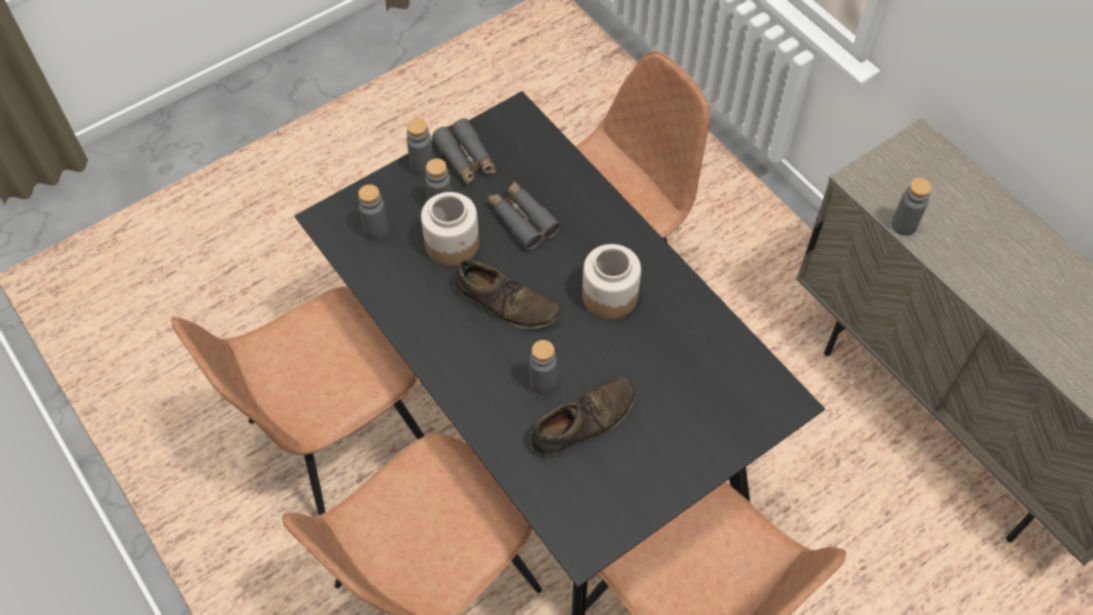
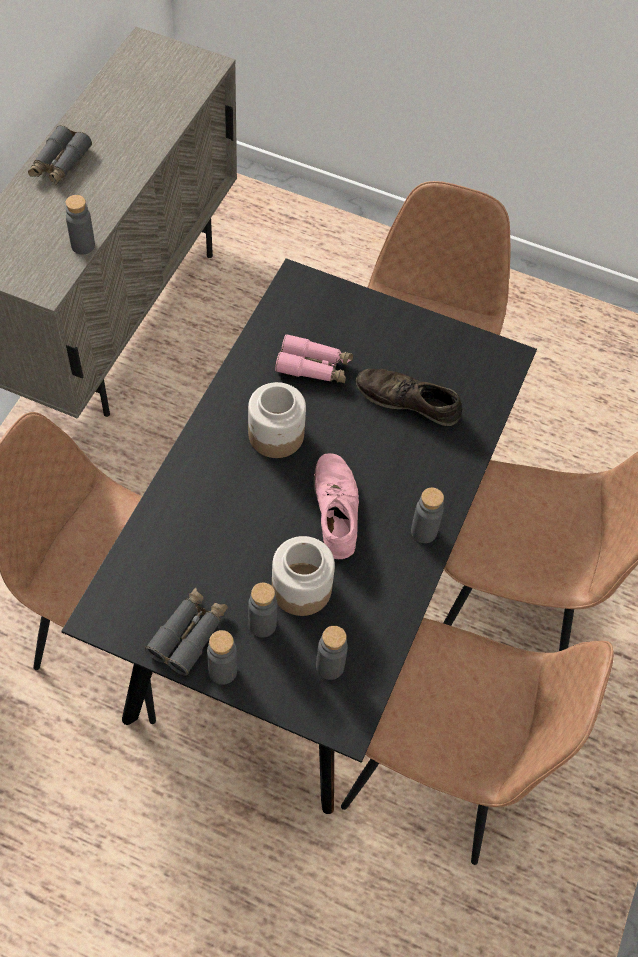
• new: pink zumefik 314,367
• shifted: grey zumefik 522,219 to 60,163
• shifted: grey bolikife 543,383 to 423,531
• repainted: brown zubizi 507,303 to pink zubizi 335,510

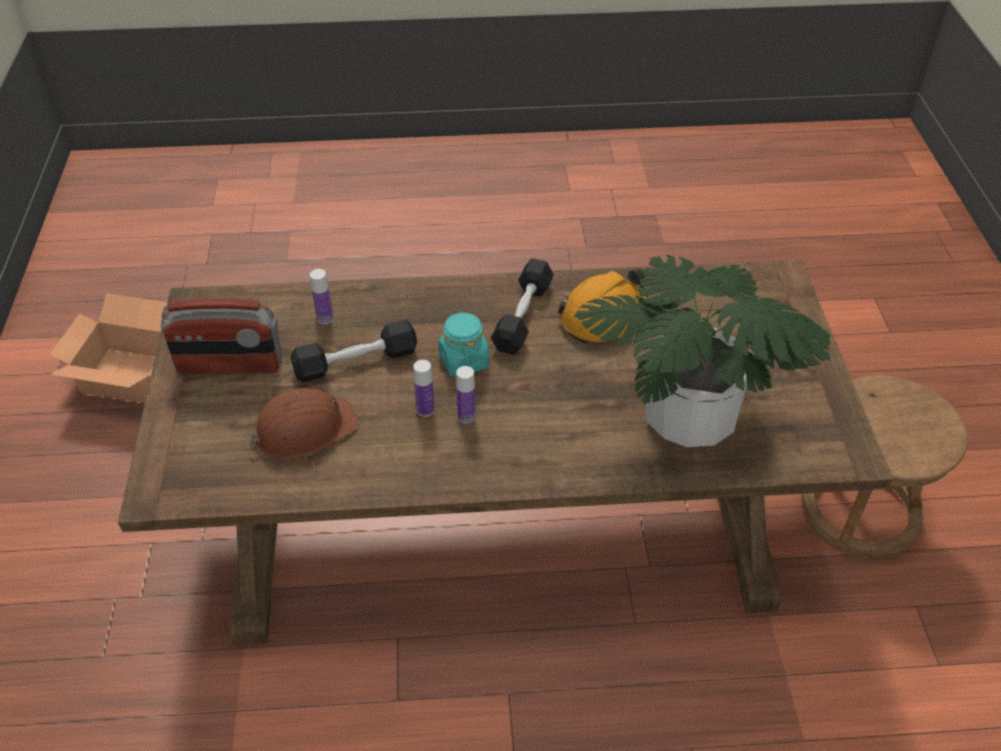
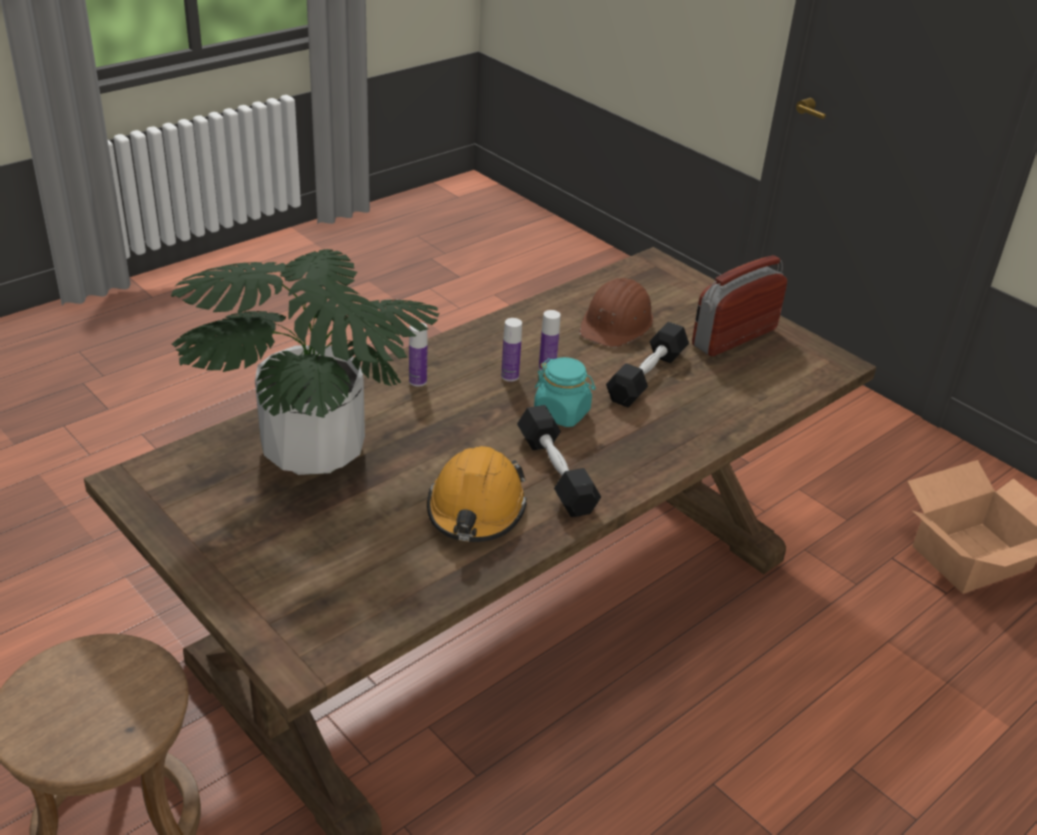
• shifted: bolikife 325,318 to 417,381

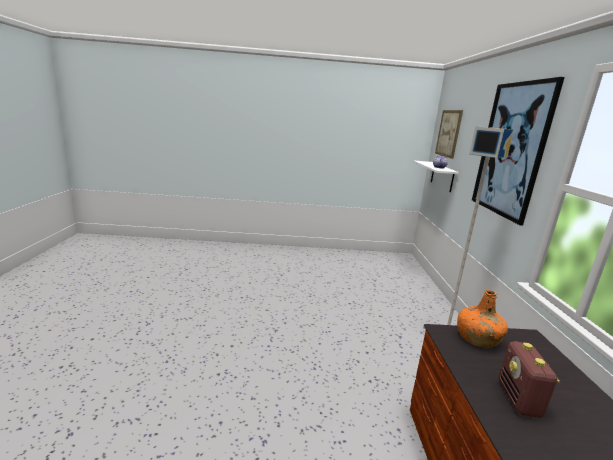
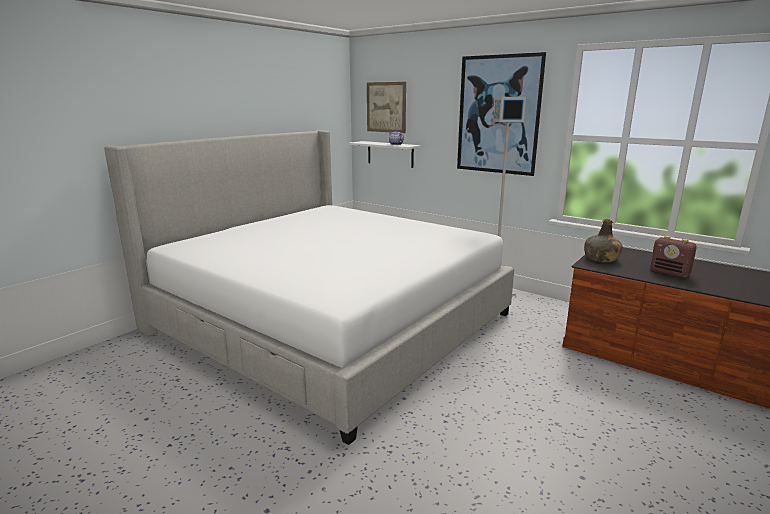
• new: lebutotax 330,322
• repainted: orange bolikife 477,338 to green bolikife 601,259

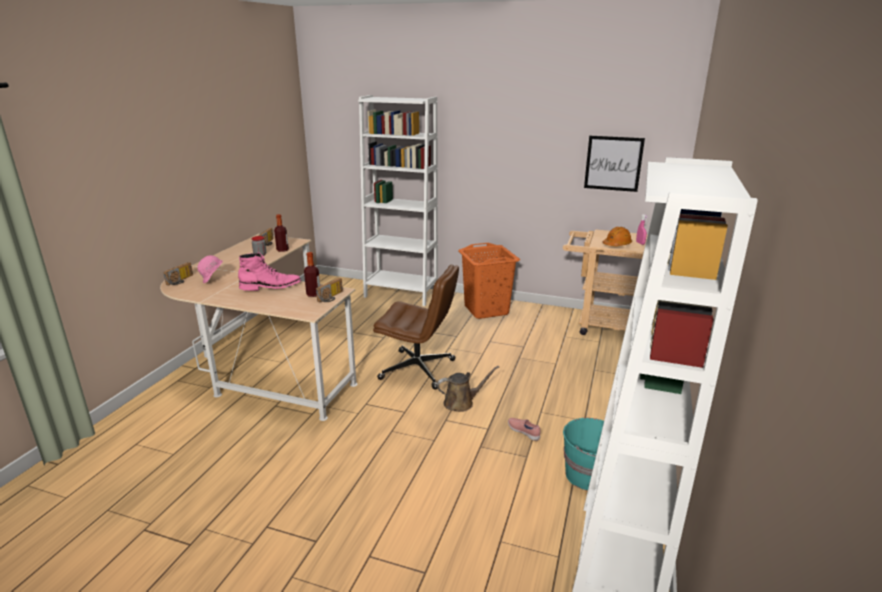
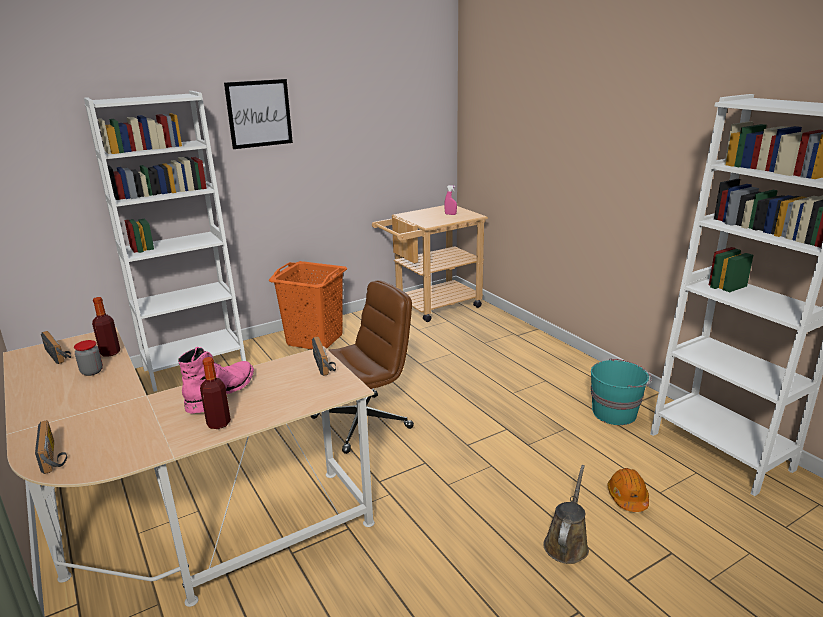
• gone: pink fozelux 213,281
• gone: pink zubizi 524,432
• shifted: bolikife 313,294 to 218,423
• shifted: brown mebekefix 461,403 to 567,543
• shifted: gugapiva 613,163 to 259,113
• shifted: orange fozelux 617,244 to 627,497

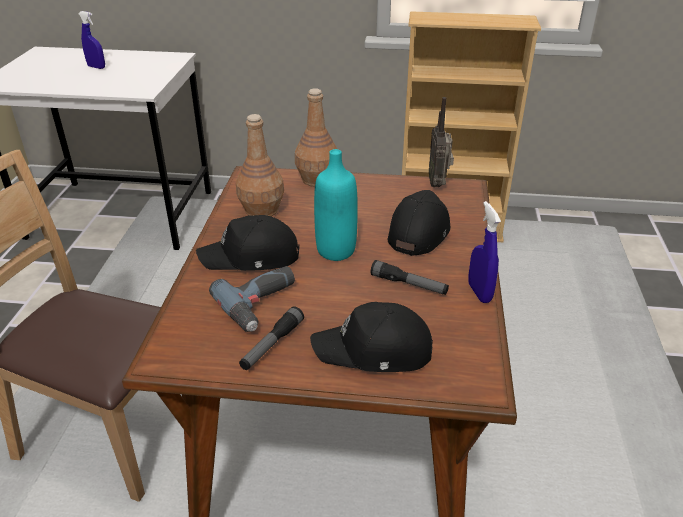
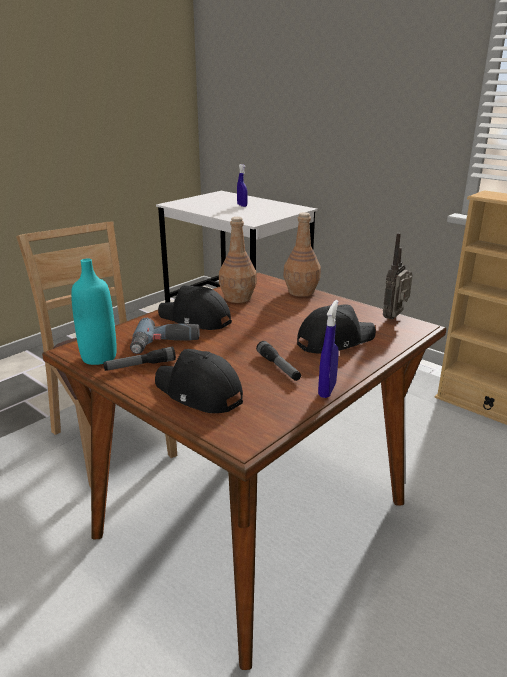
• shifted: turquoise bolikife 336,250 to 99,357

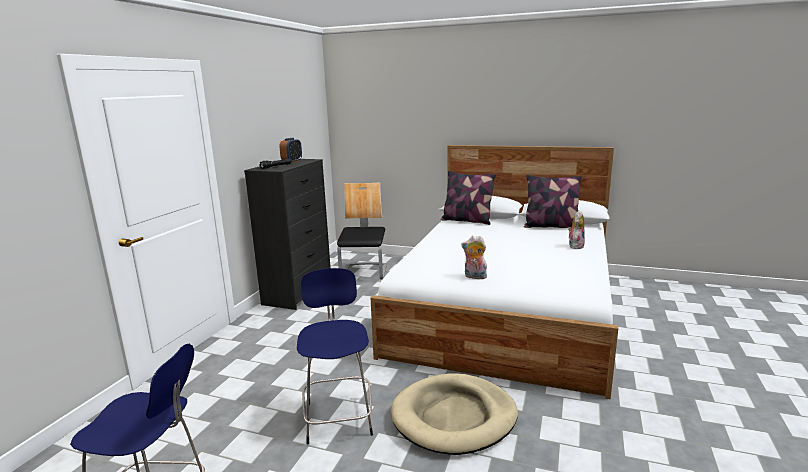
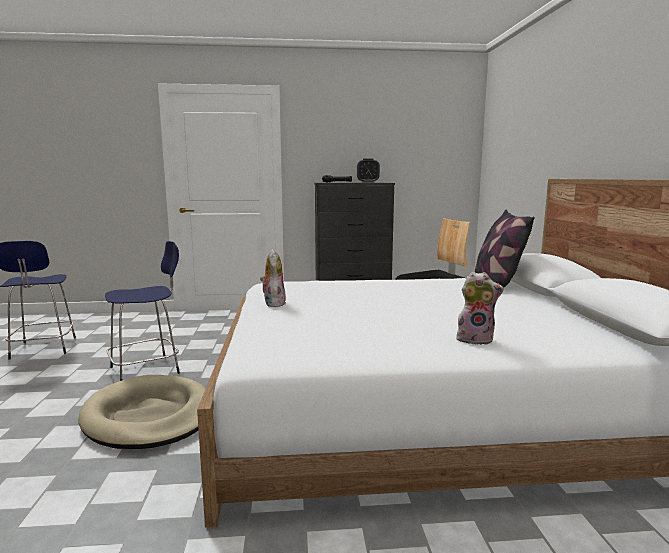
• gone: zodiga 551,226

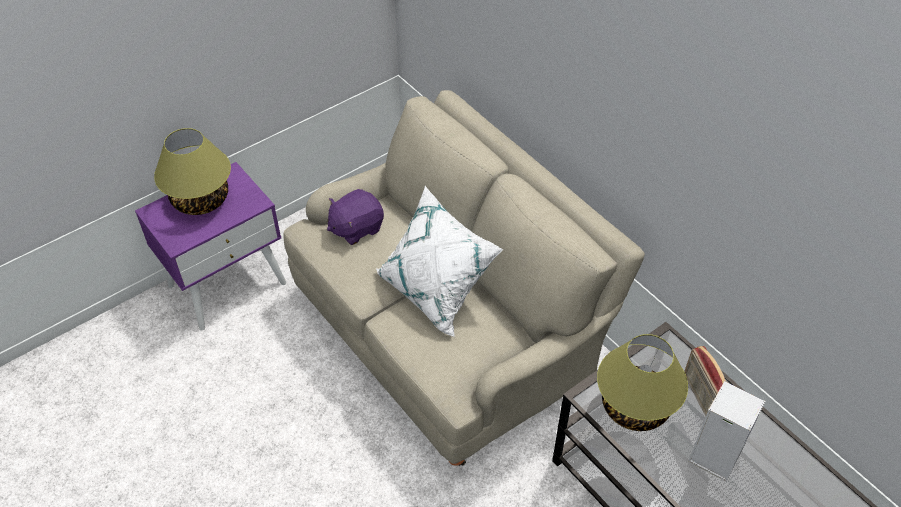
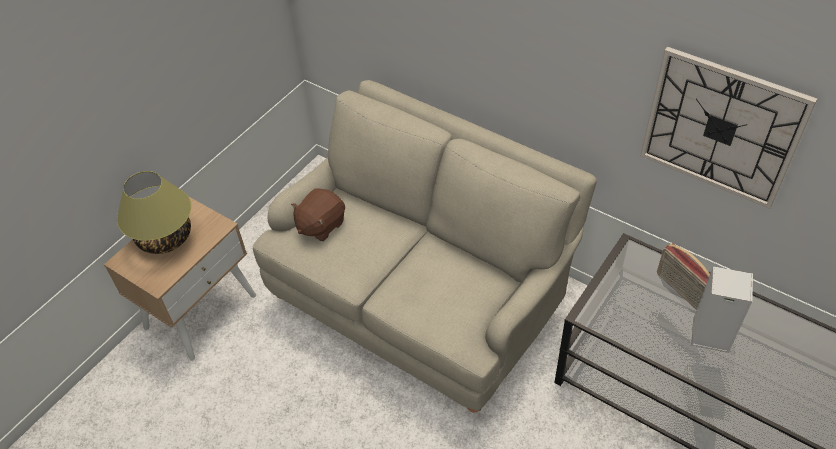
• gone: white zodiga 436,290
• gone: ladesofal 635,407
• new: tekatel 721,128
• repainted: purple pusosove 227,283 to beige pusosove 200,310
• repainted: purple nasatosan 356,228 to brown nasatosan 320,225

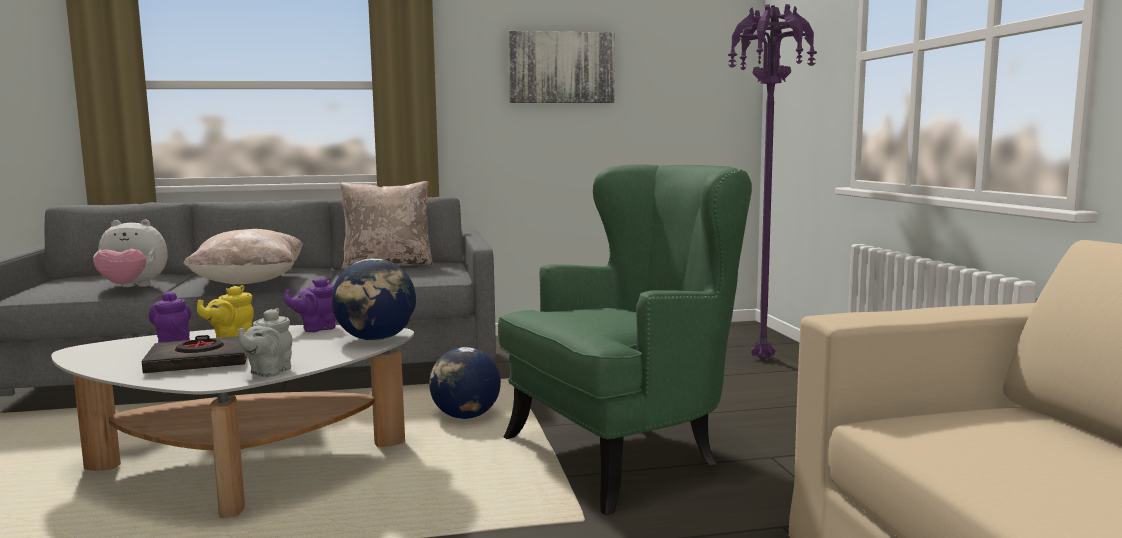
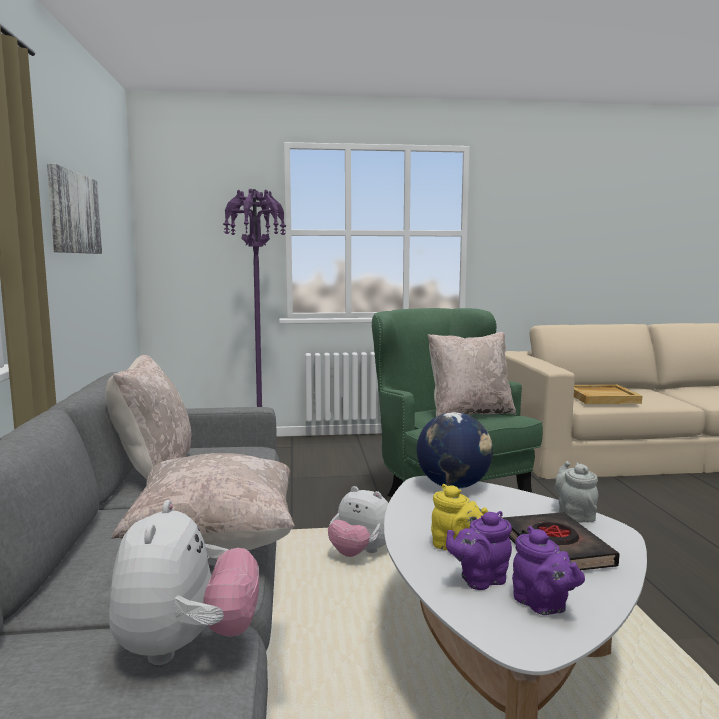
• new: beige zodiga 469,413
• new: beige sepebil 602,397
• shifted: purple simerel 316,329 to 543,605
• swapped: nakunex 465,416 to nasatosan 360,553
• rotated: grey simerel 268,372 = 574,515 120 degrees counterclockwise

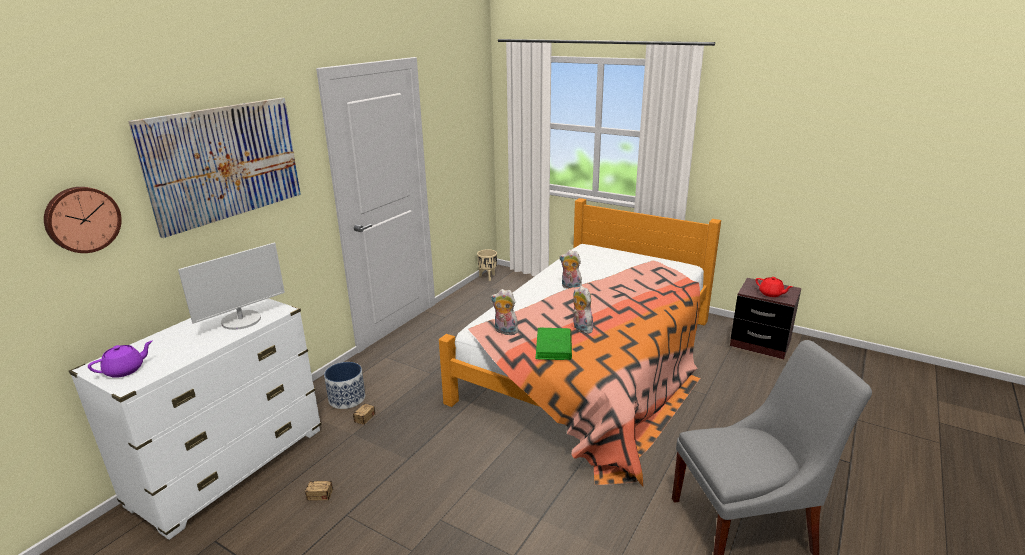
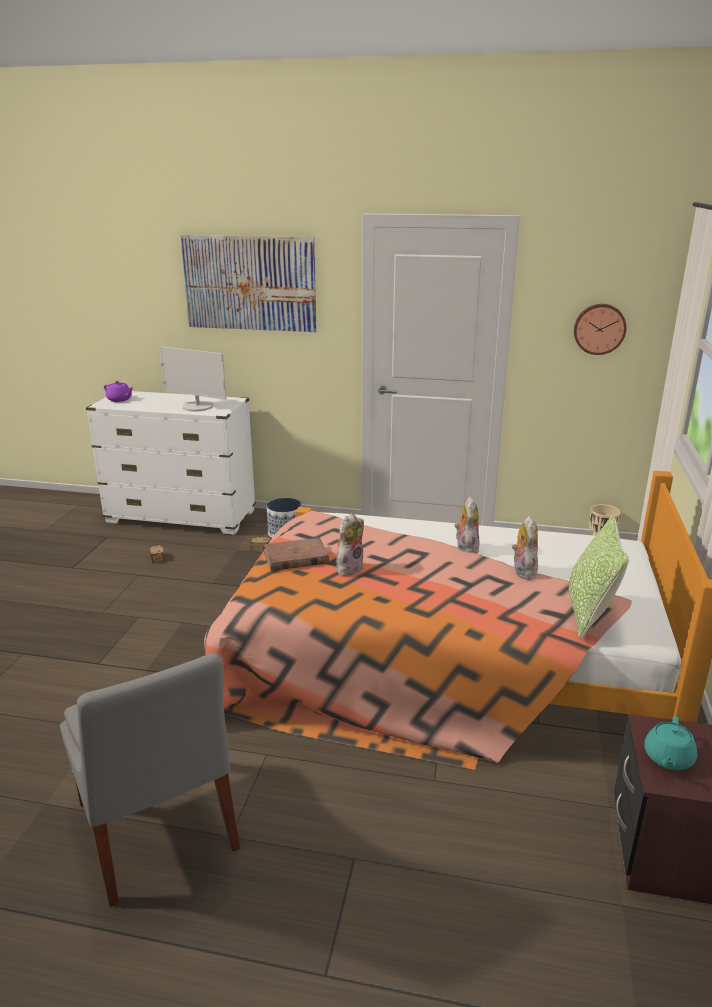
• new: zodiga 589,612
• shifted: tekatel 82,219 to 599,329
• shifted: nasatosan 504,331 to 522,571
• repainted: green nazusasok 553,347 to brown nazusasok 295,558
• repainted: red simerel 771,294 to turquoise simerel 667,758

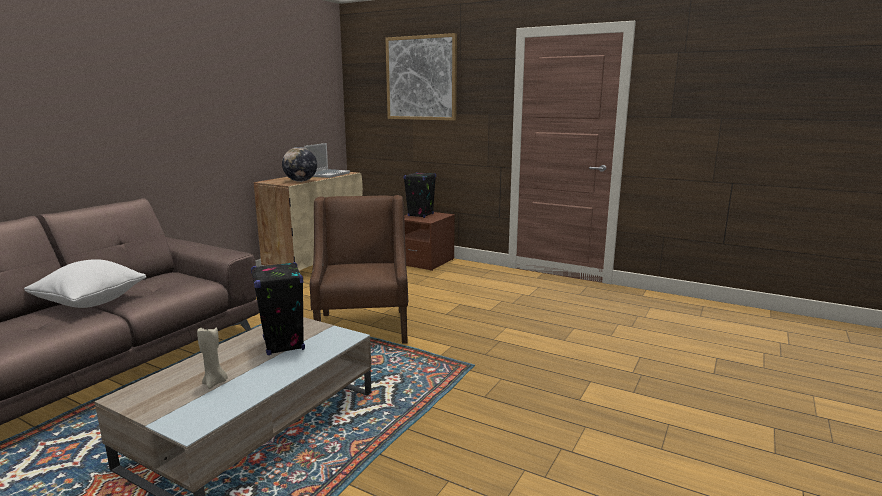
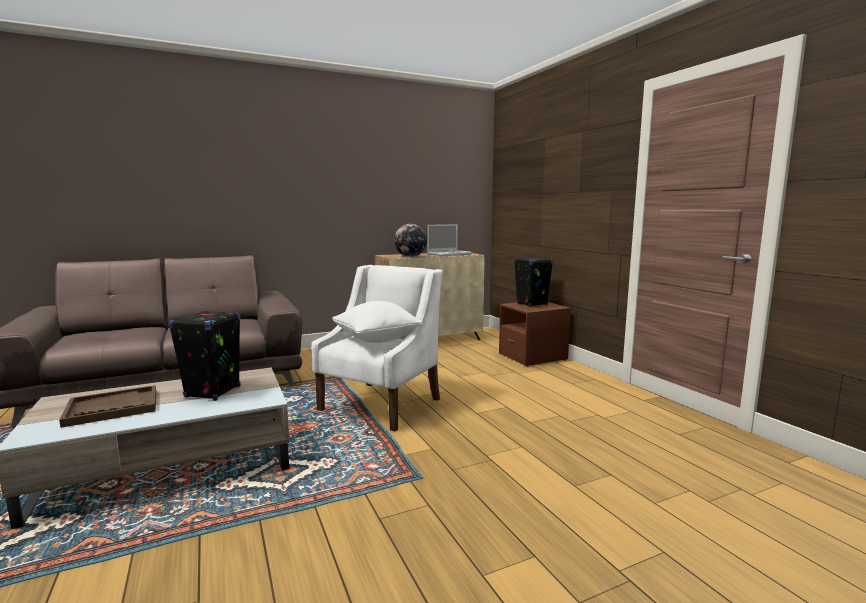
• gone: gugapiva 421,78
• shifted: white zodiga 91,302 to 377,339
• swapped: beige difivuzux 215,383 to brown sepebil 112,408
• repainted: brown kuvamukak 363,327 to white kuvamukak 381,404

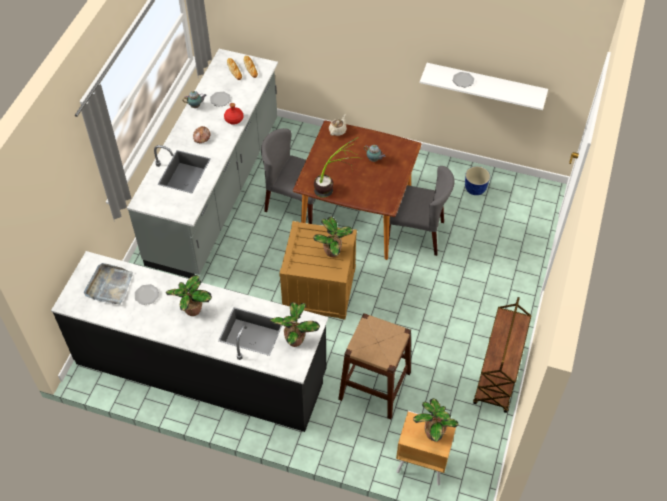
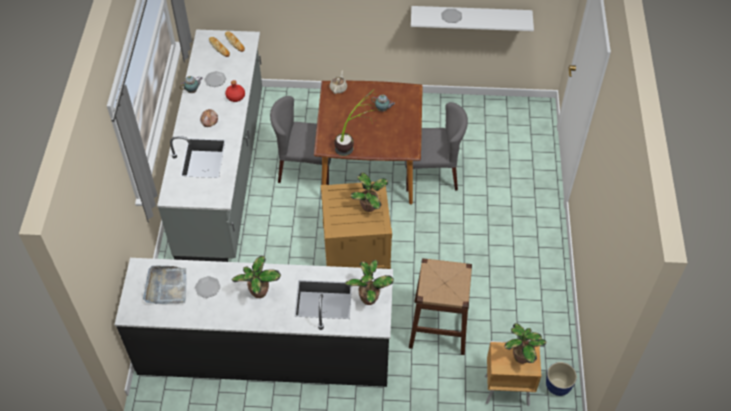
• gone: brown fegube 498,376
• shifted: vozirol 475,190 to 558,387

